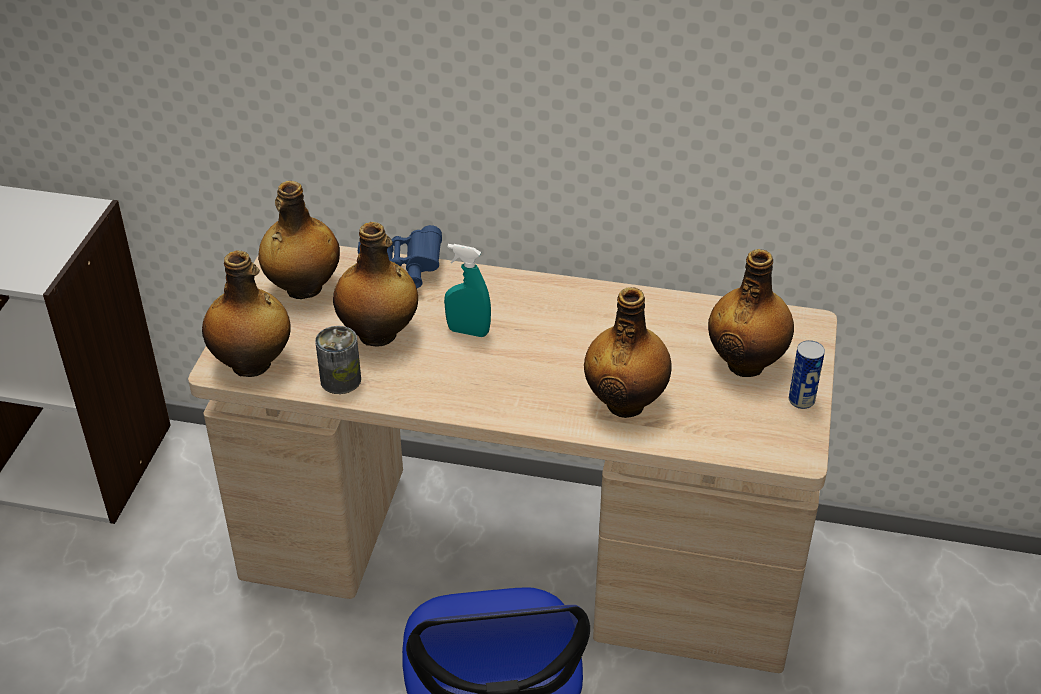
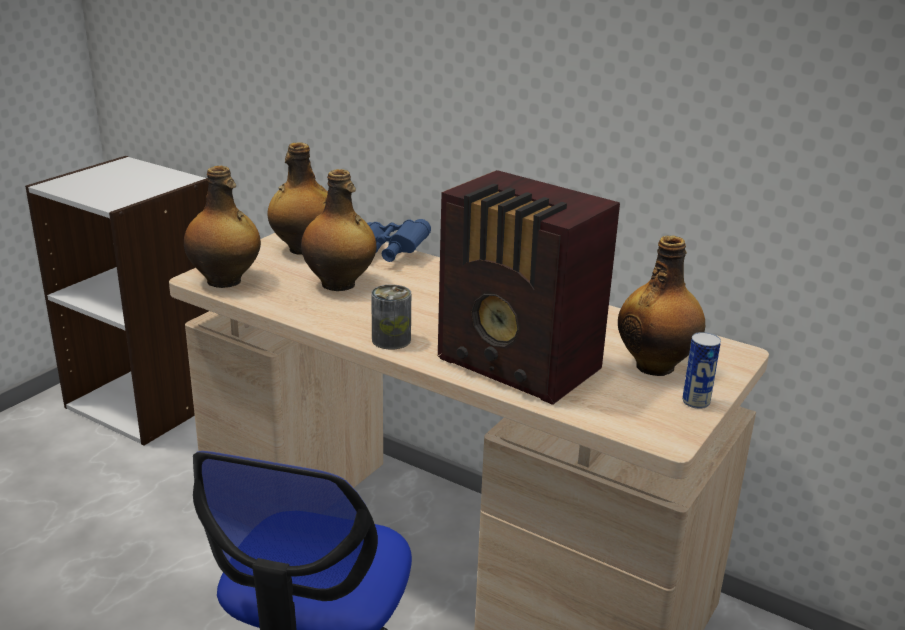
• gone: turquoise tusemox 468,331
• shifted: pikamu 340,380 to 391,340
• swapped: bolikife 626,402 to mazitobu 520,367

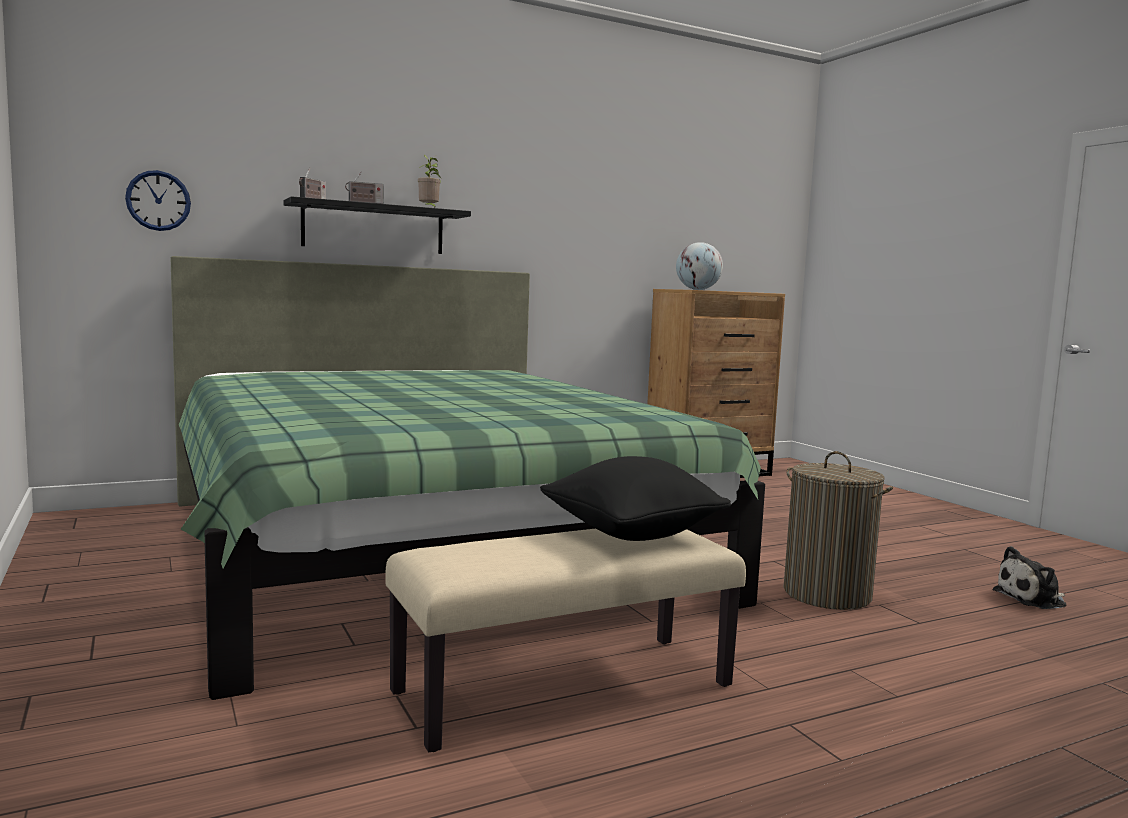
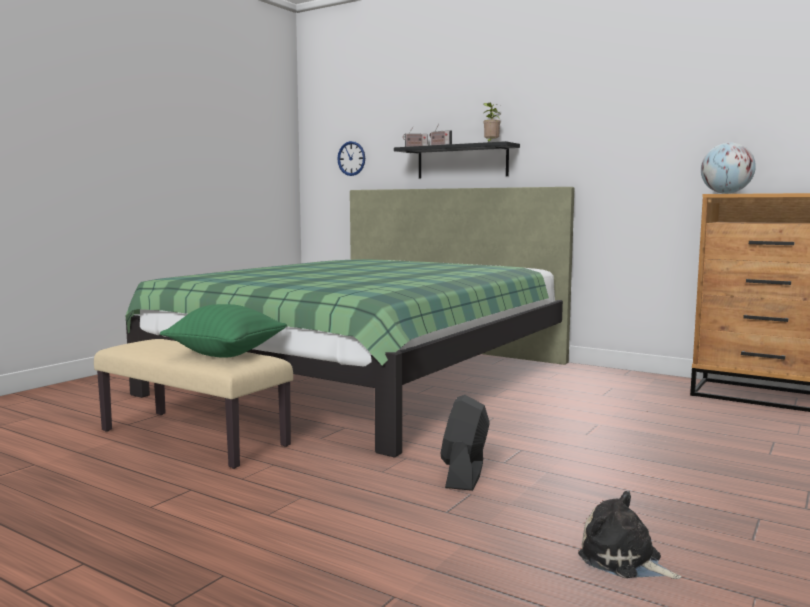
• swapped: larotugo 827,594 to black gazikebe 464,475
• repainted: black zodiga 631,534 to green zodiga 226,354

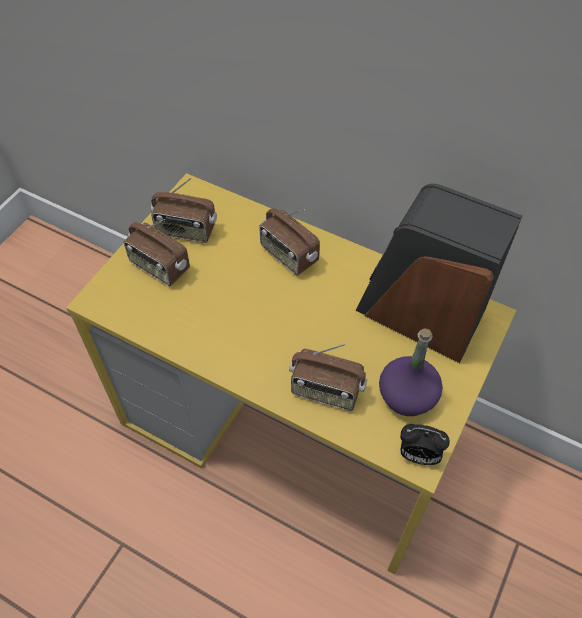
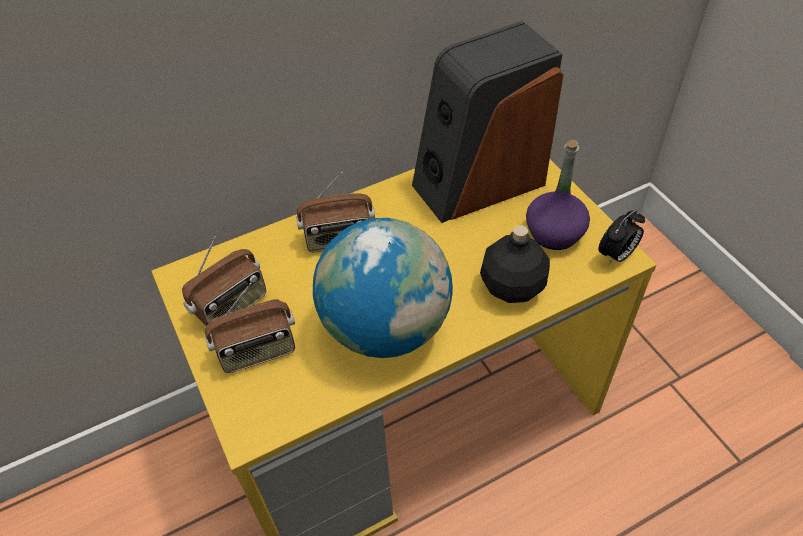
• new: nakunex 386,327
• swapped: mazitobu 325,391 to black bolikife 512,286

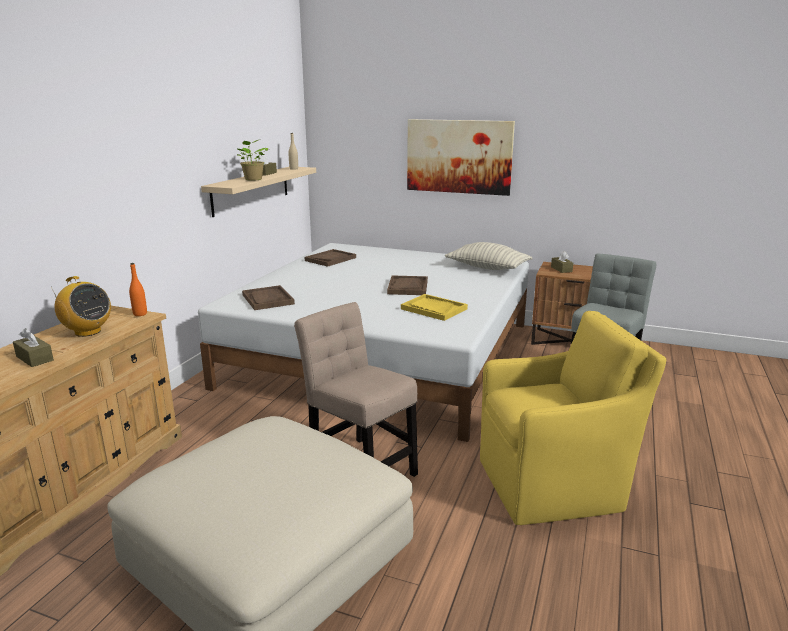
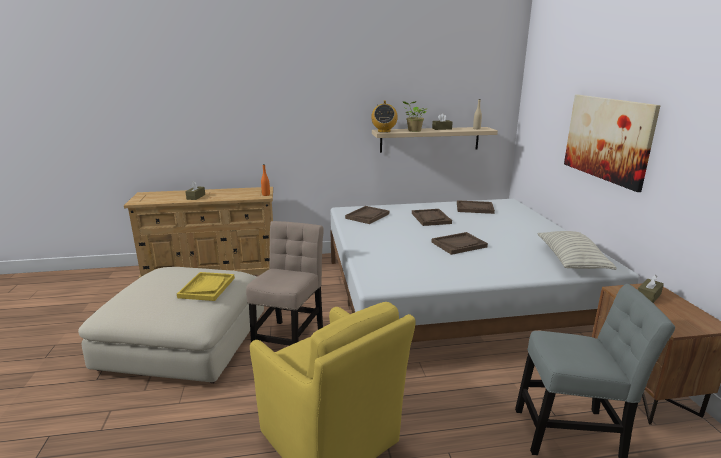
• new: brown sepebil 431,218
• shifted: mazitobu 87,332 to 384,131
• shifted: yellow sepebil 433,309 to 207,287

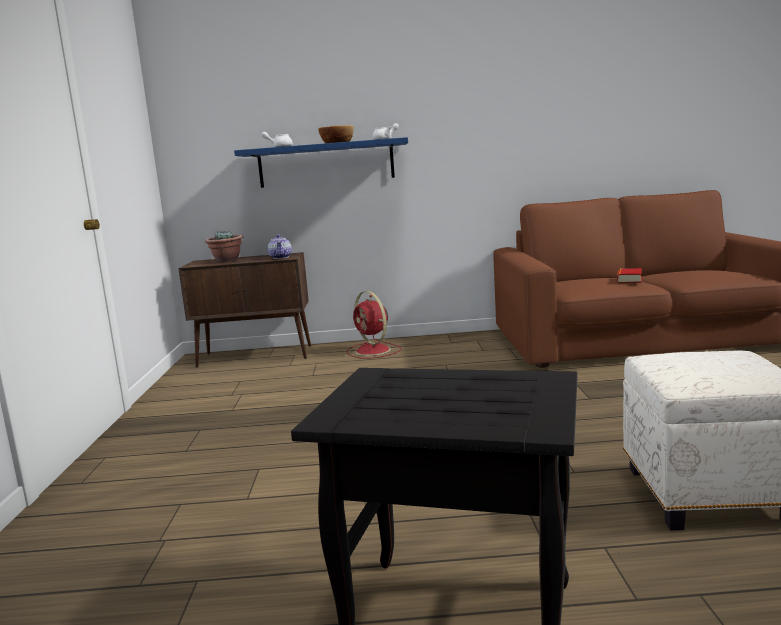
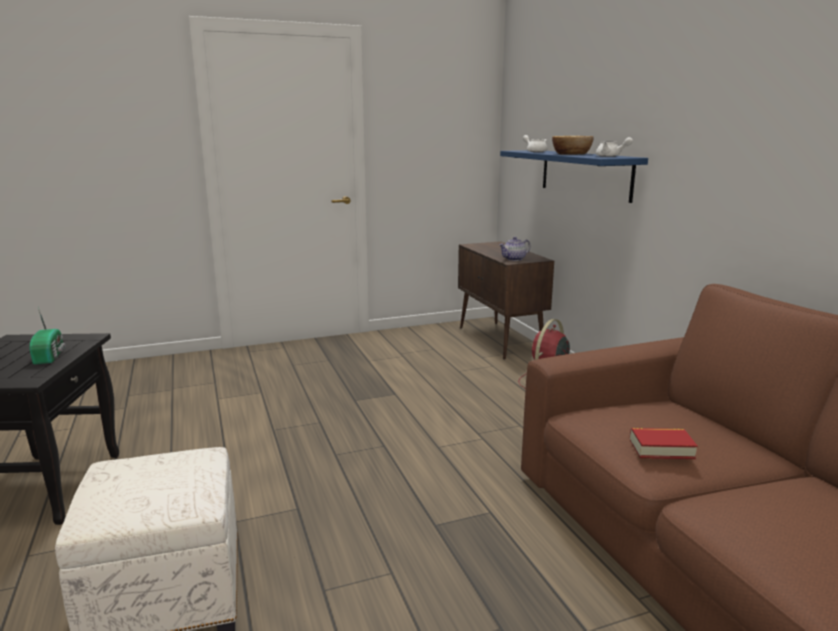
• gone: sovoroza 226,261
• new: mazitobu 50,355

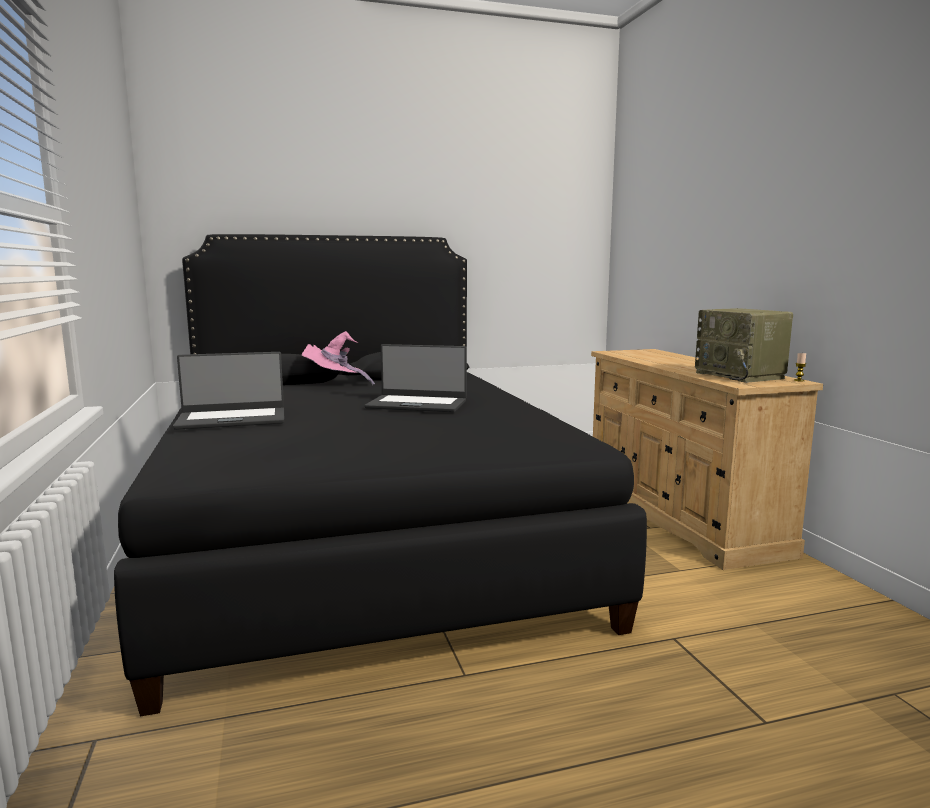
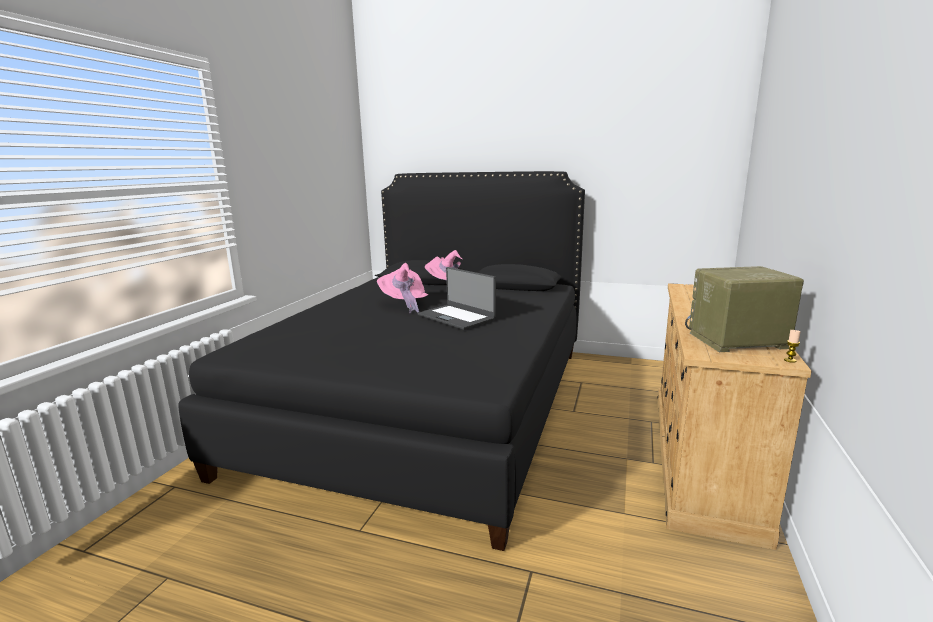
• gone: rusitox 232,419
• new: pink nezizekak 404,304
• rotated: mazitobu 741,376 = 736,341 75 degrees clockwise

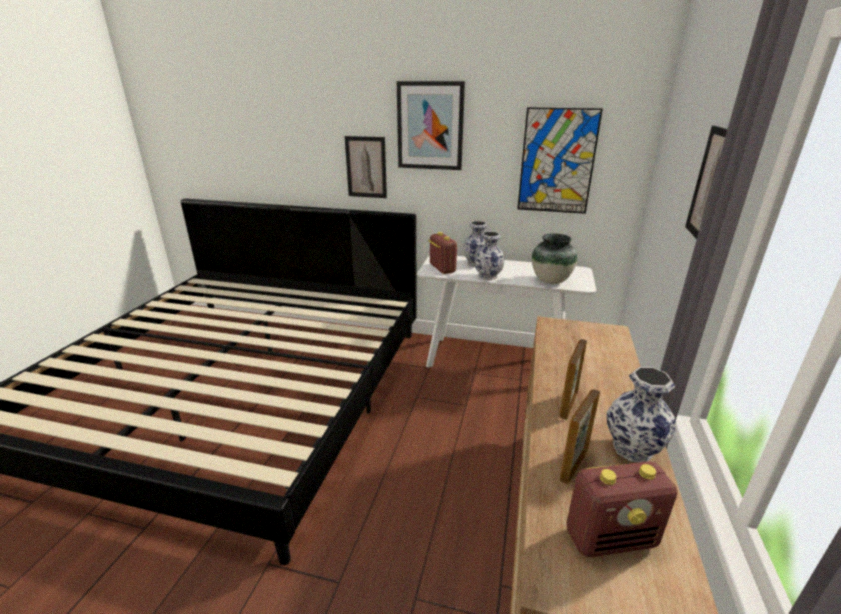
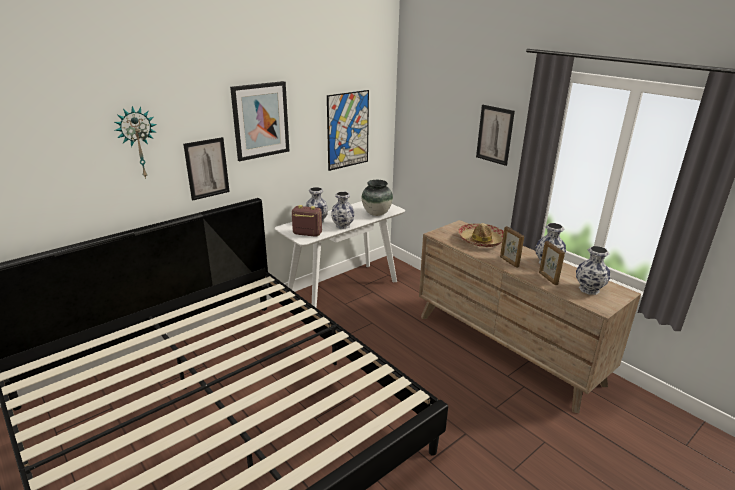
• new: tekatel 138,143
• new: nezizekak 481,240
• swapped: mazitobu 611,537 to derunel 588,289

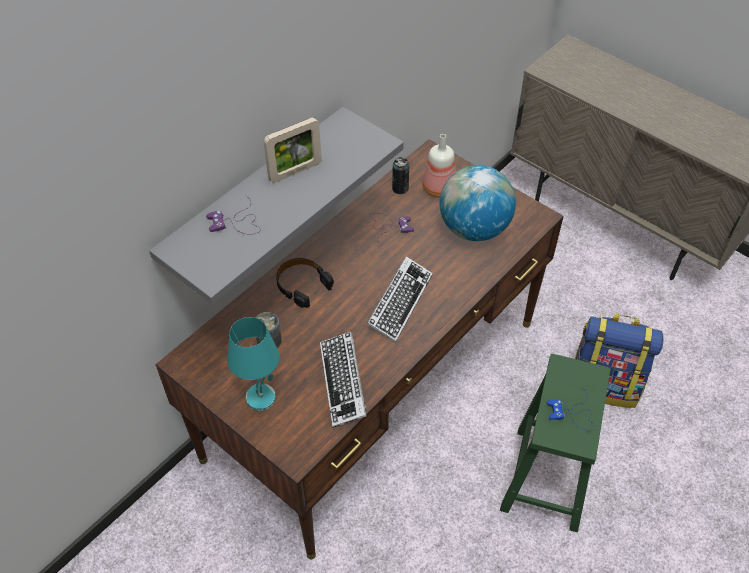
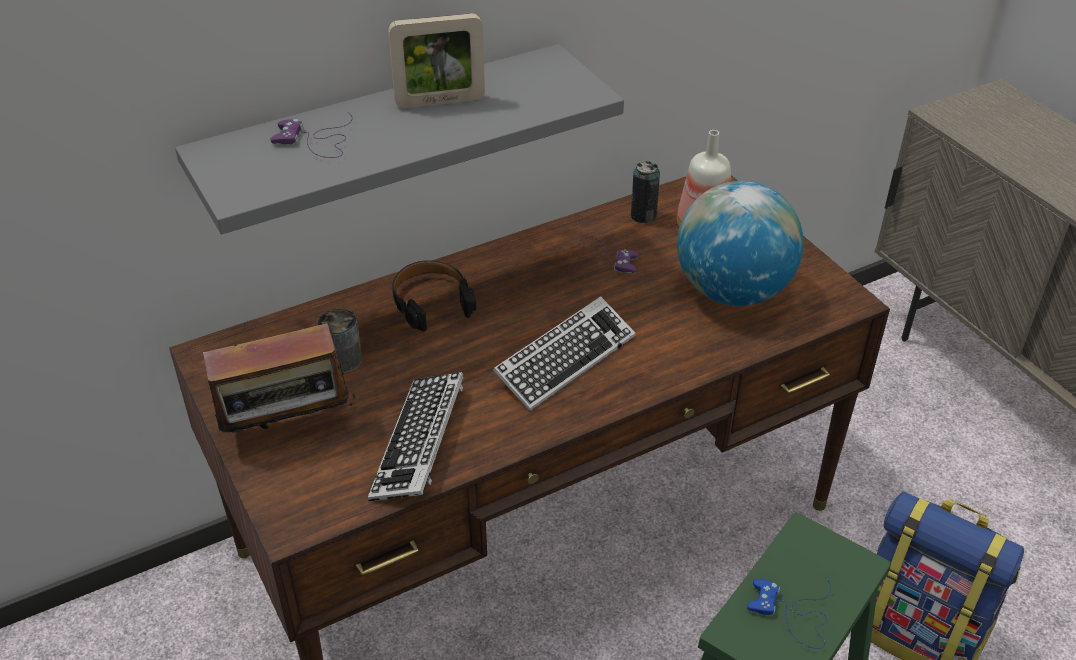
• swapped: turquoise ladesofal 261,397 to mazitobu 288,429

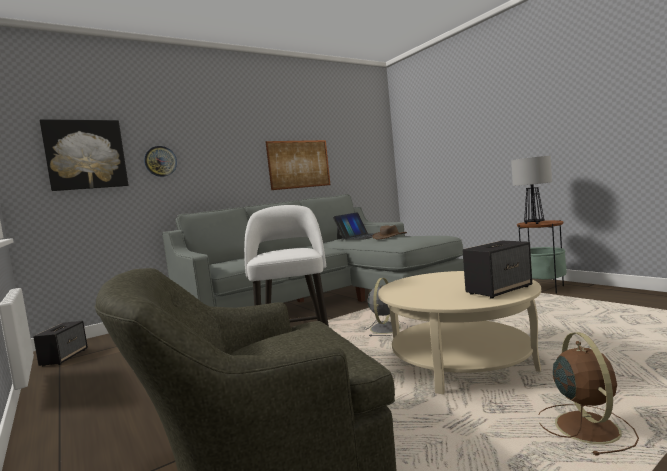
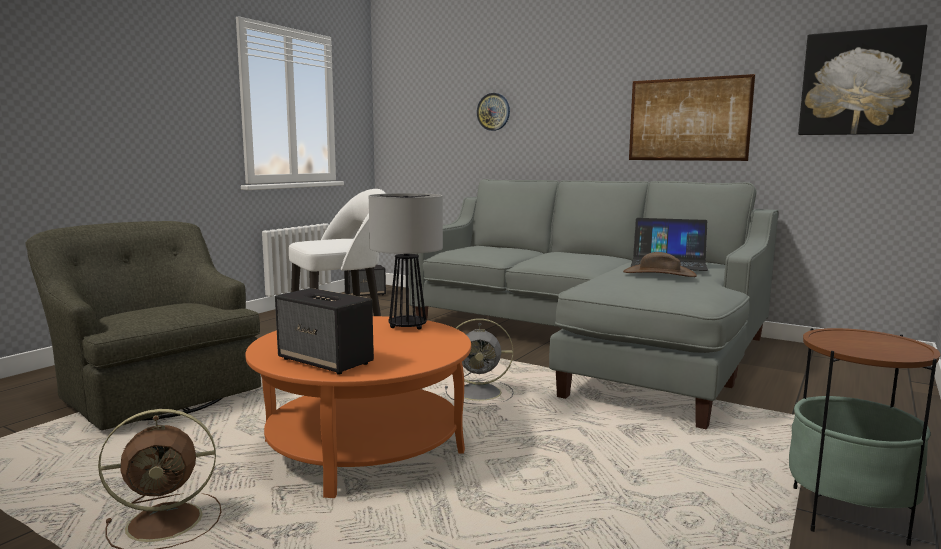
• shifted: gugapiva 86,154 to 859,83
• shifted: ladesofal 533,223 to 407,326
• repainted: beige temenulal 460,361 to orange temenulal 364,446

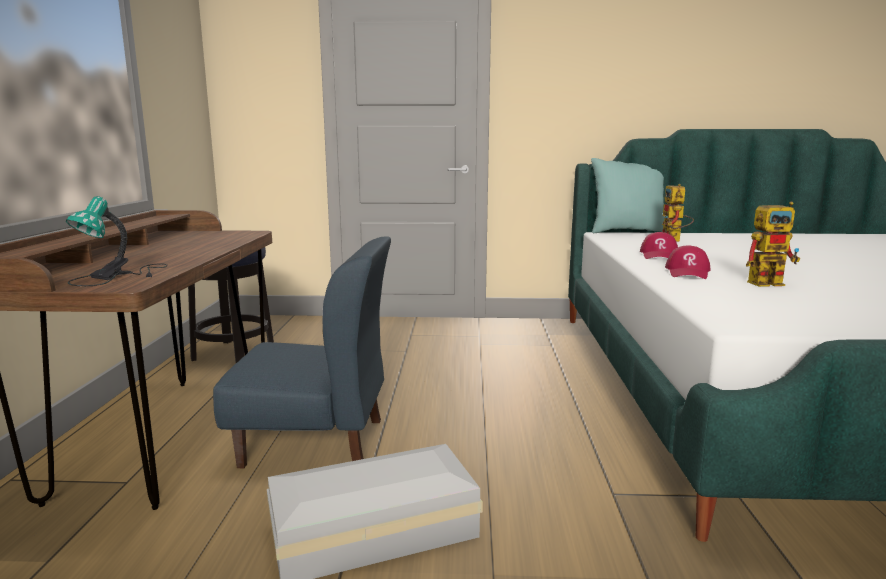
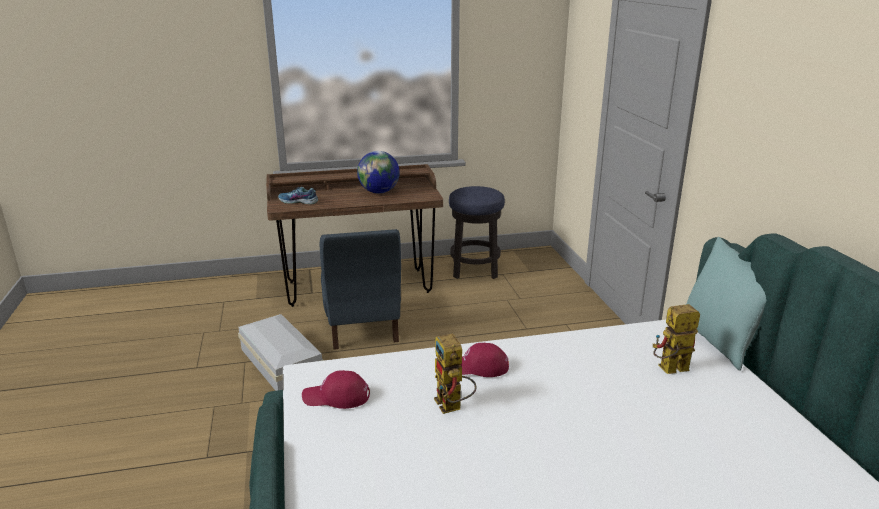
• new: nakunex 379,192
• shifted: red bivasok 659,255 to 336,397
• swapped: ladesofal 121,275 to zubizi 298,202

